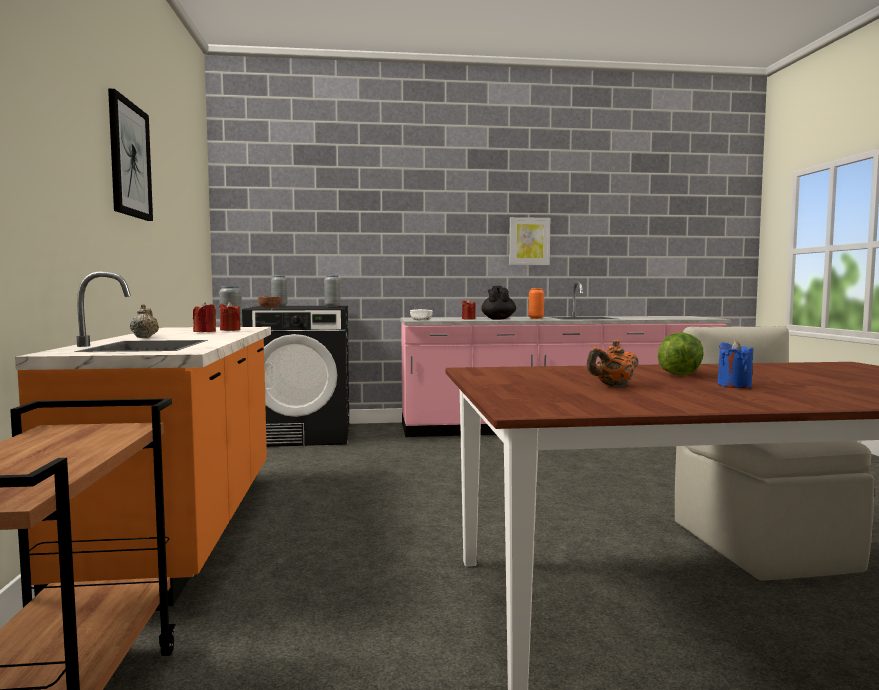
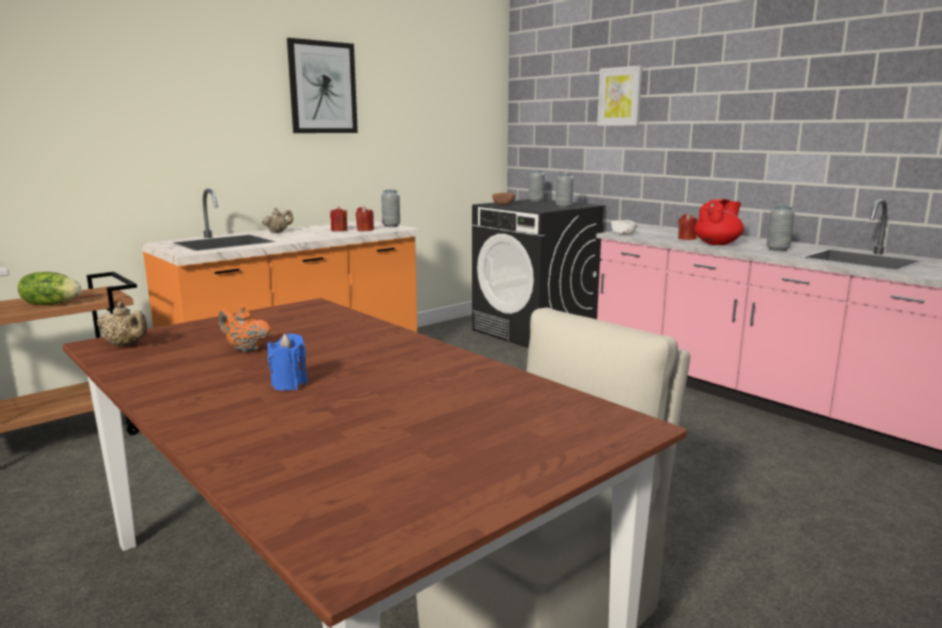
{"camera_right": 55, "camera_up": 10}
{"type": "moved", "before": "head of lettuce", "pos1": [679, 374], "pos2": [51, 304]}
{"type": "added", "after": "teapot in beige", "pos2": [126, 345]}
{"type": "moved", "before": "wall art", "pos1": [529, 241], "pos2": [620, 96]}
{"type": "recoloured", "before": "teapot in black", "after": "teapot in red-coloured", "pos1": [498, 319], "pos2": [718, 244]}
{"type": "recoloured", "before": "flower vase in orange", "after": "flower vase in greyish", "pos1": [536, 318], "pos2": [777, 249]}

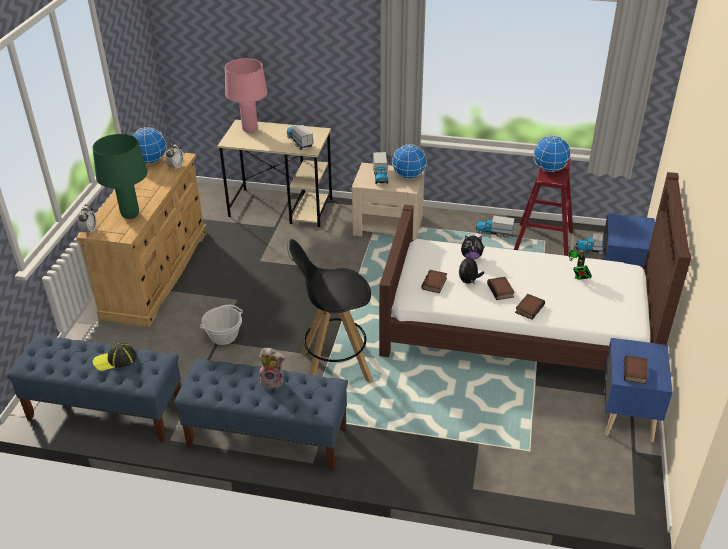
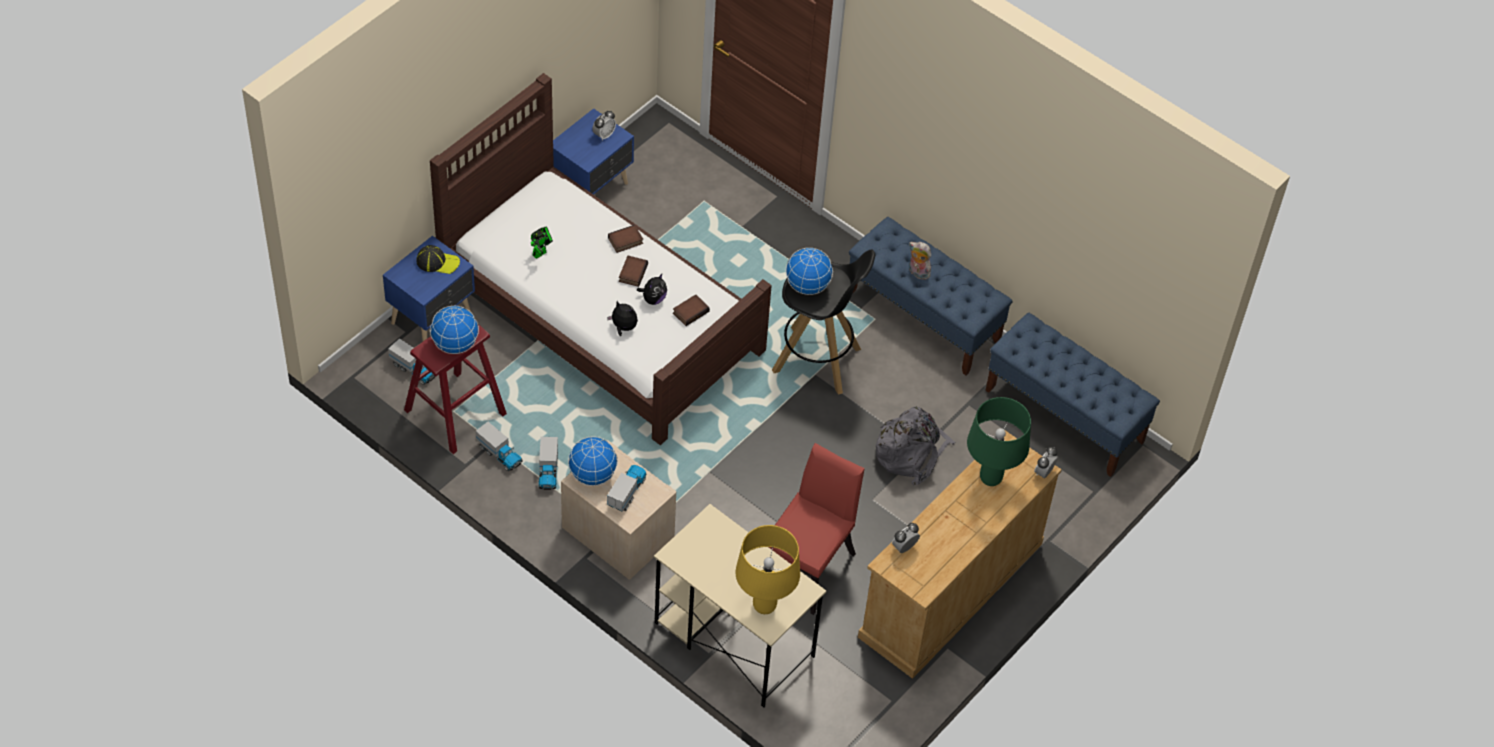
{"camera_right": -155, "camera_up": 15}
{"type": "moved", "before": "cap", "pos1": [115, 360], "pos2": [437, 262]}
{"type": "moved", "before": "toy truck", "pos1": [299, 142], "pos2": [548, 471]}
{"type": "replaced", "before": "volume", "after": "table clock", "pos1": [635, 372], "pos2": [604, 135]}
{"type": "recoloured", "before": "lamp for a table in pinkish", "after": "lamp for a table in yellow", "pos1": [250, 130], "pos2": [764, 605]}
{"type": "added", "after": "chair in red-coloured", "pos2": [807, 562]}
{"type": "moved", "before": "world globe", "pos1": [150, 161], "pos2": [808, 286]}
{"type": "replaced", "before": "storage basket", "after": "rucksack in greyish", "pos1": [224, 336], "pos2": [911, 453]}

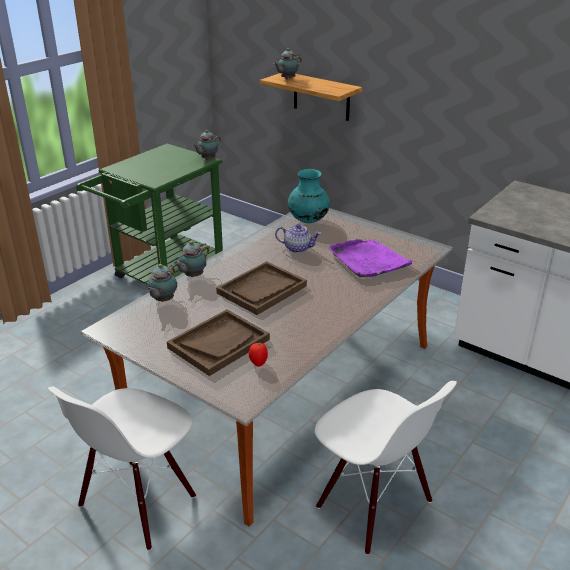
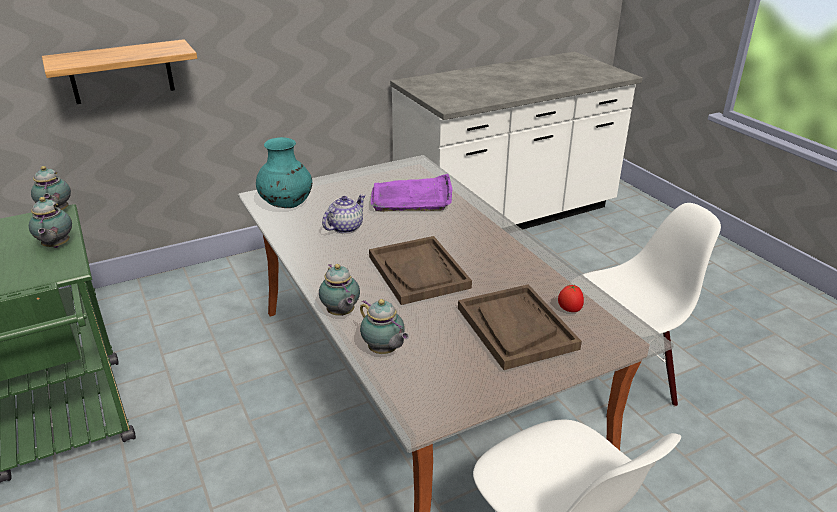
{"camera_right": -65, "camera_up": 0}
{"type": "moved", "before": "teapot", "pos1": [287, 79], "pos2": [56, 246]}

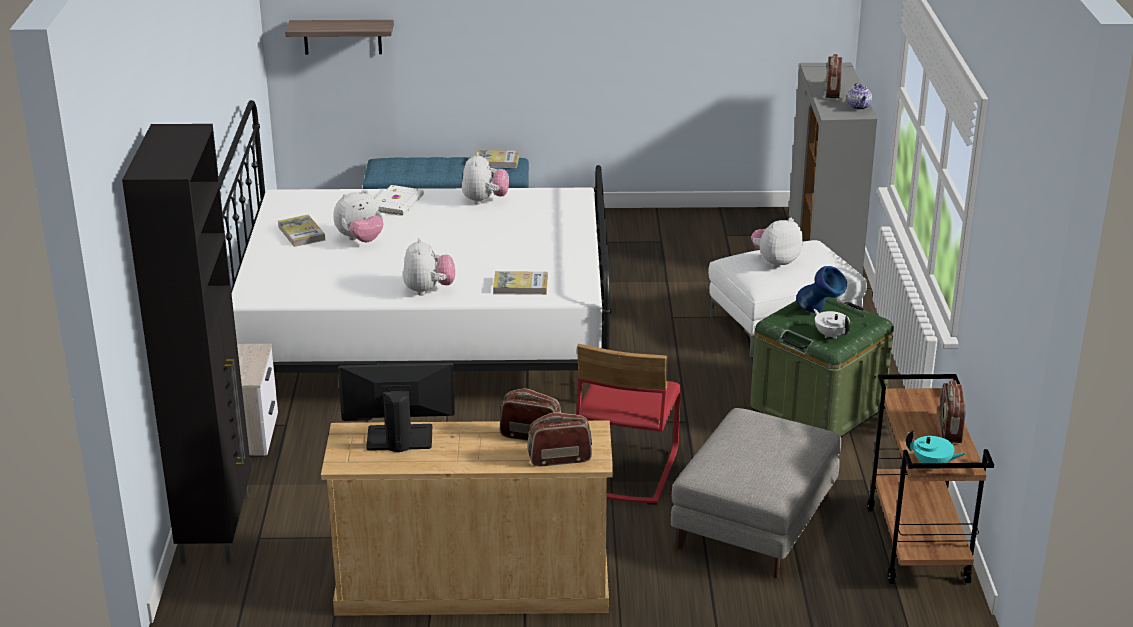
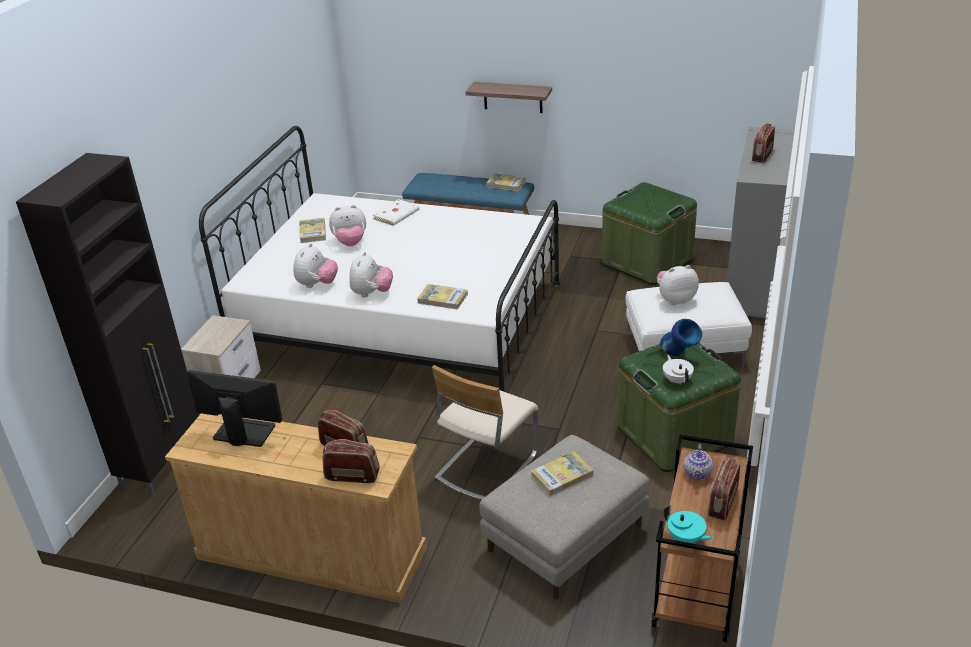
{"camera_right": 20, "camera_up": 5}
{"type": "moved", "before": "plush toy", "pos1": [484, 200], "pos2": [317, 284]}
{"type": "recoloured", "before": "chair in red-coloured", "after": "chair in beige", "pos1": [625, 470], "pos2": [485, 467]}
{"type": "moved", "before": "bracket shelf", "pos1": [342, 37], "pos2": [513, 97]}
{"type": "added", "after": "volume", "pos2": [562, 475]}
{"type": "added", "after": "storage container in greenish", "pos2": [647, 261]}
{"type": "moved", "before": "teapot", "pos1": [859, 107], "pos2": [698, 474]}

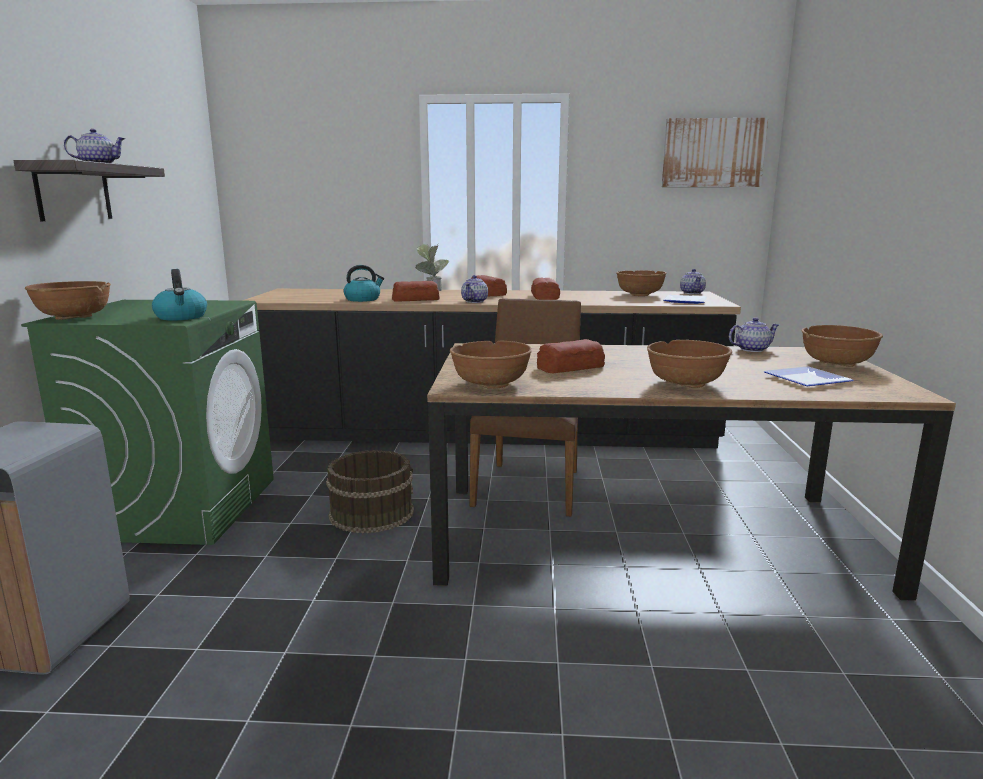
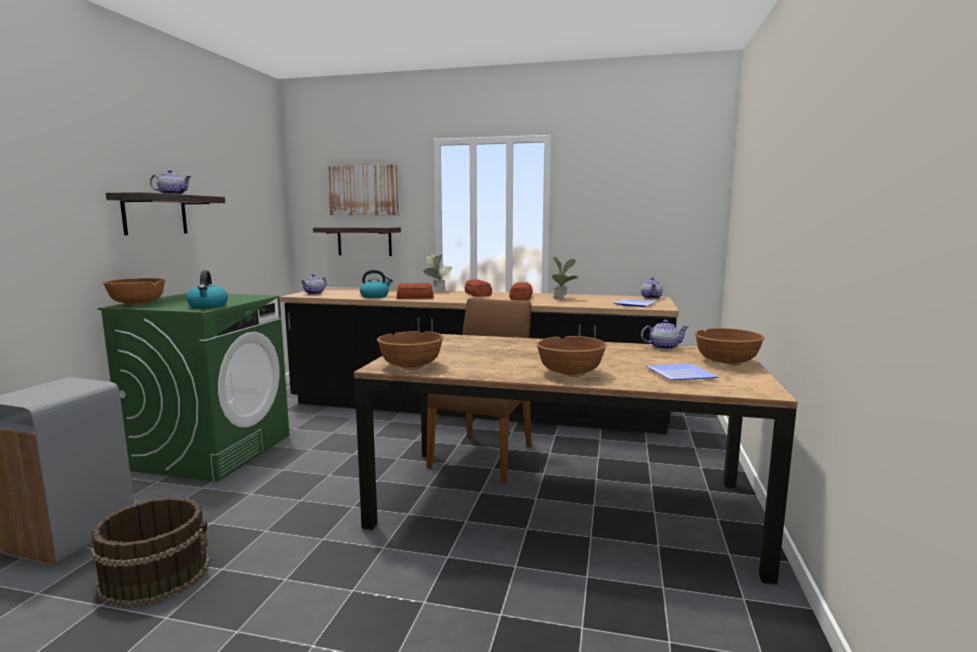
{"camera_right": 10, "camera_up": -5}
{"type": "moved", "before": "water bucket in brown-coloured", "pos1": [371, 513], "pos2": [156, 574]}
{"type": "moved", "before": "teapot", "pos1": [475, 301], "pos2": [314, 293]}
{"type": "added", "after": "bracket shelf", "pos2": [364, 241]}
{"type": "moved", "before": "wall art", "pos1": [713, 153], "pos2": [363, 190]}
{"type": "added", "after": "potted plant", "pos2": [563, 298]}
{"type": "removed", "before": "baked bread", "pos1": [571, 367]}
{"type": "removed", "before": "bowl in brown-coloured", "pos1": [639, 294]}

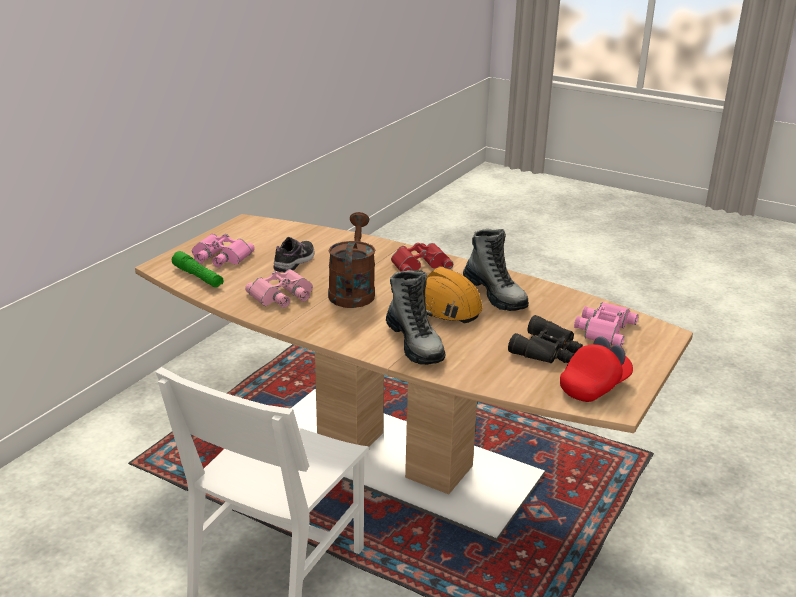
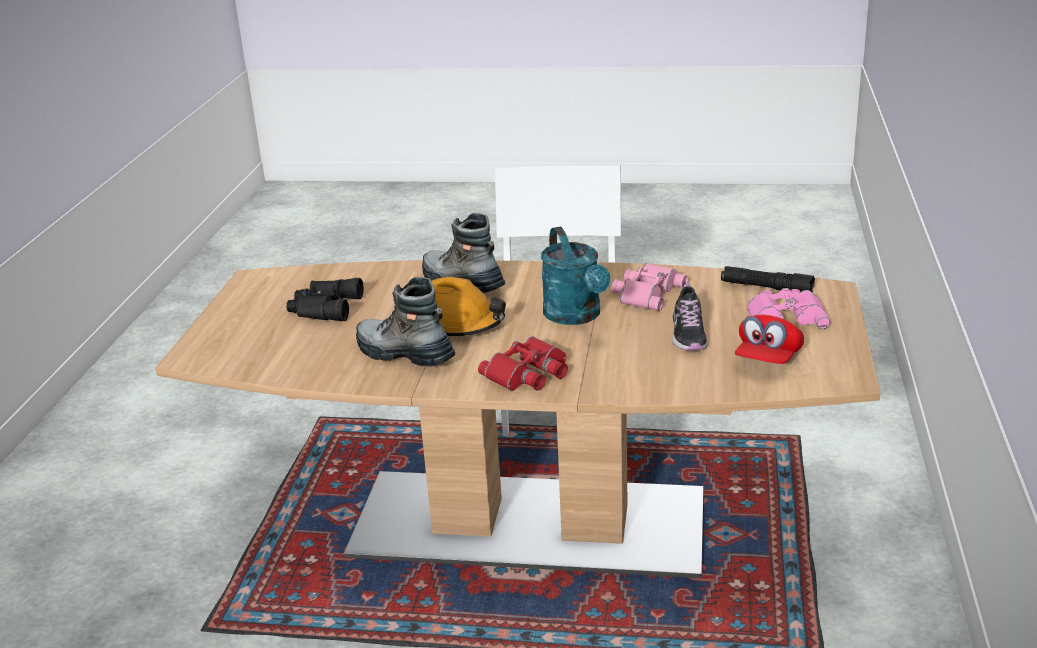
{"camera_right": 160, "camera_up": 0}
{"type": "recoloured", "before": "sprinkling can in brown-coloured", "after": "sprinkling can in turquoise-coloured", "pos1": [352, 291], "pos2": [576, 316]}
{"type": "recoloured", "before": "hand torch in greenish", "after": "hand torch in black", "pos1": [198, 277], "pos2": [766, 288]}
{"type": "moved", "before": "cap in red-coloured", "pos1": [594, 386], "pos2": [768, 359]}
{"type": "removed", "before": "pair of binoculars in pinkish", "pos1": [603, 328]}

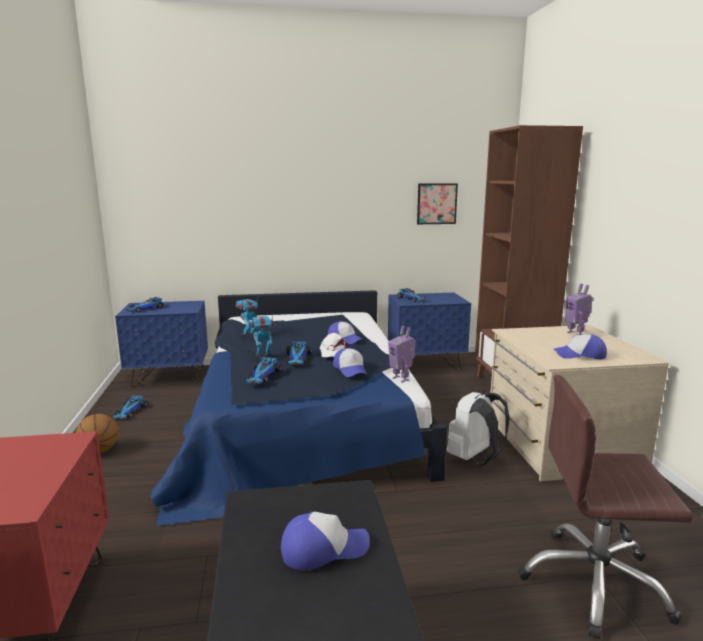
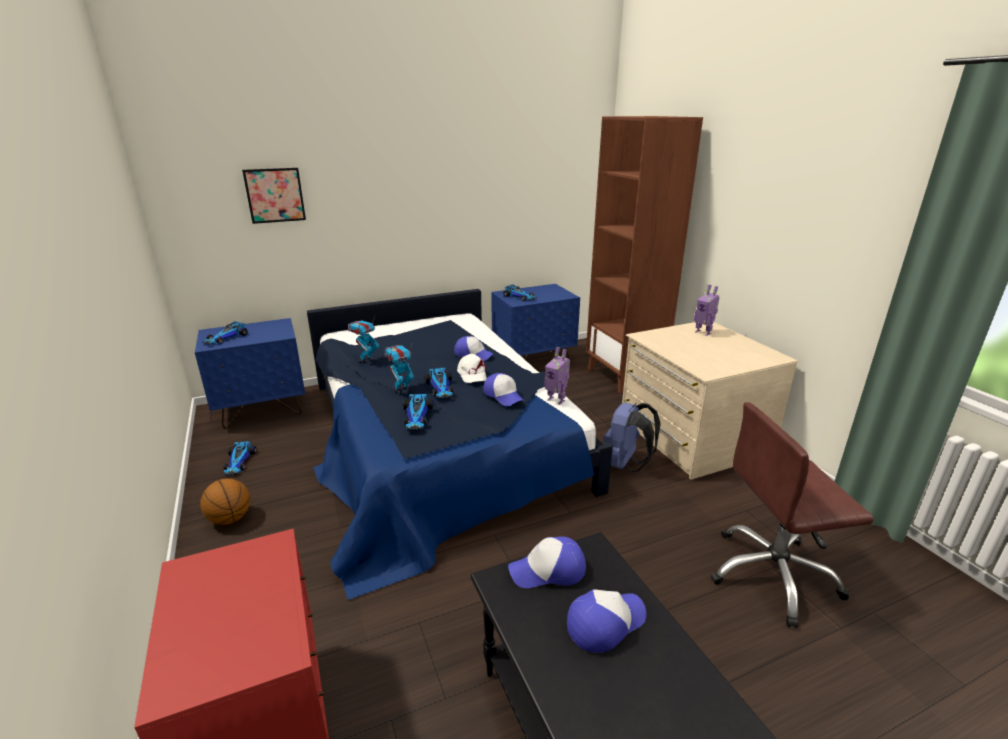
{"camera_right": -15, "camera_up": 10}
{"type": "moved", "before": "wall art", "pos1": [436, 203], "pos2": [275, 195]}
{"type": "moved", "before": "cap", "pos1": [580, 355], "pos2": [548, 571]}
{"type": "recoloured", "before": "rucksack in white", "after": "rucksack in blue-coloured", "pos1": [474, 459], "pos2": [624, 465]}

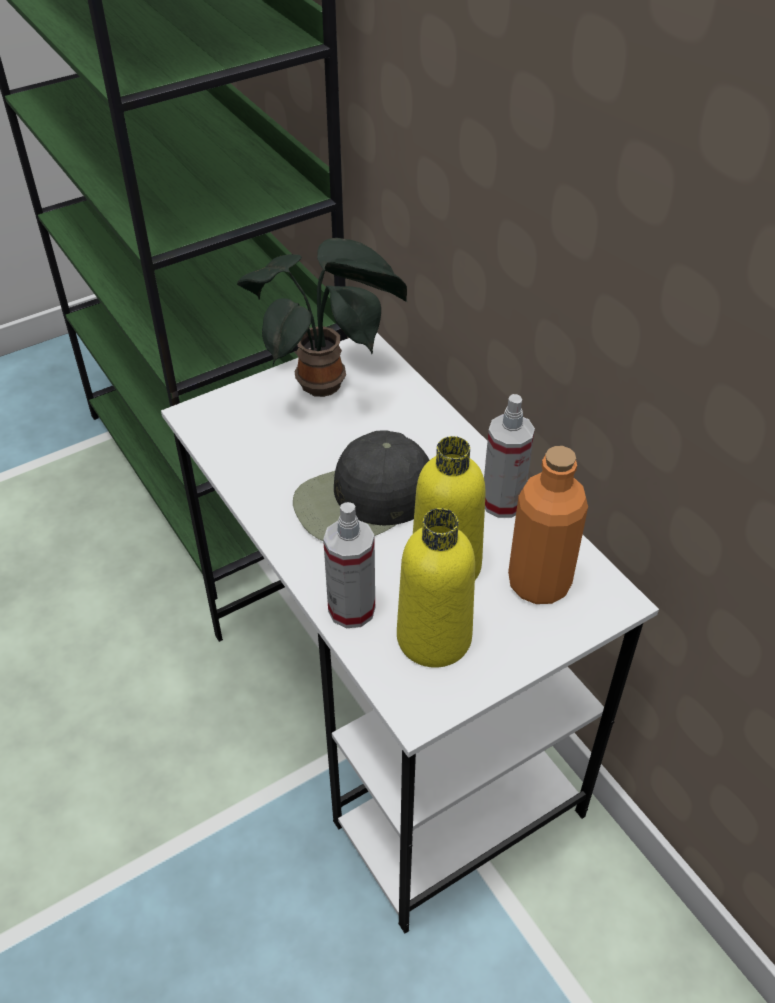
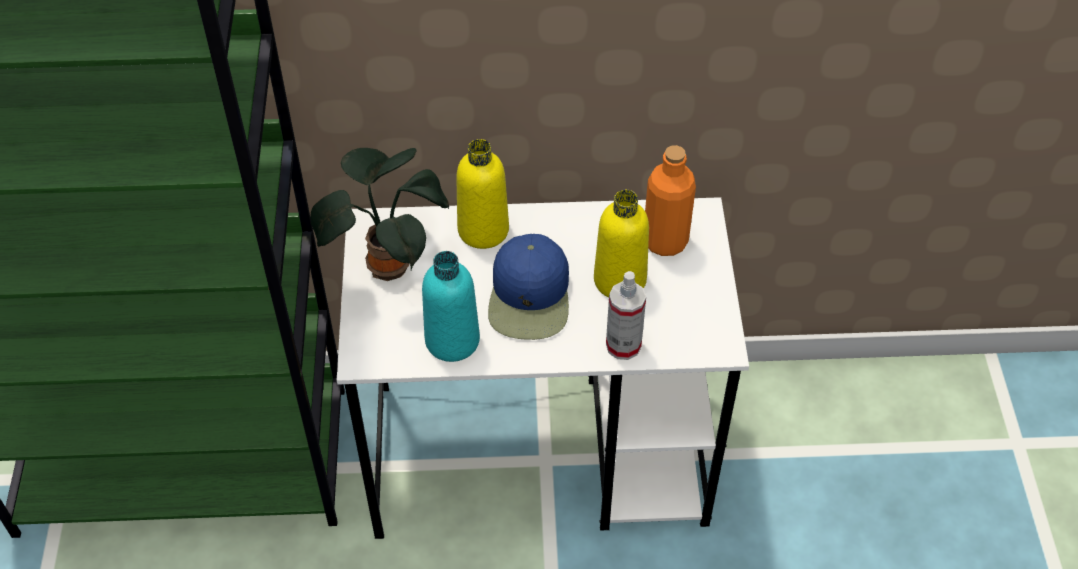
{"camera_right": -60, "camera_up": 5}
{"type": "added", "after": "beverage bottle in turquoise-coloured", "pos2": [452, 340]}
{"type": "moved", "before": "beverage bottle in yellow", "pos1": [434, 638], "pos2": [483, 230]}
{"type": "recoloured", "before": "cap in black", "after": "cap in blue-coloured", "pos1": [363, 501], "pos2": [530, 297]}
{"type": "removed", "before": "hand sprayer", "pos1": [503, 502]}

